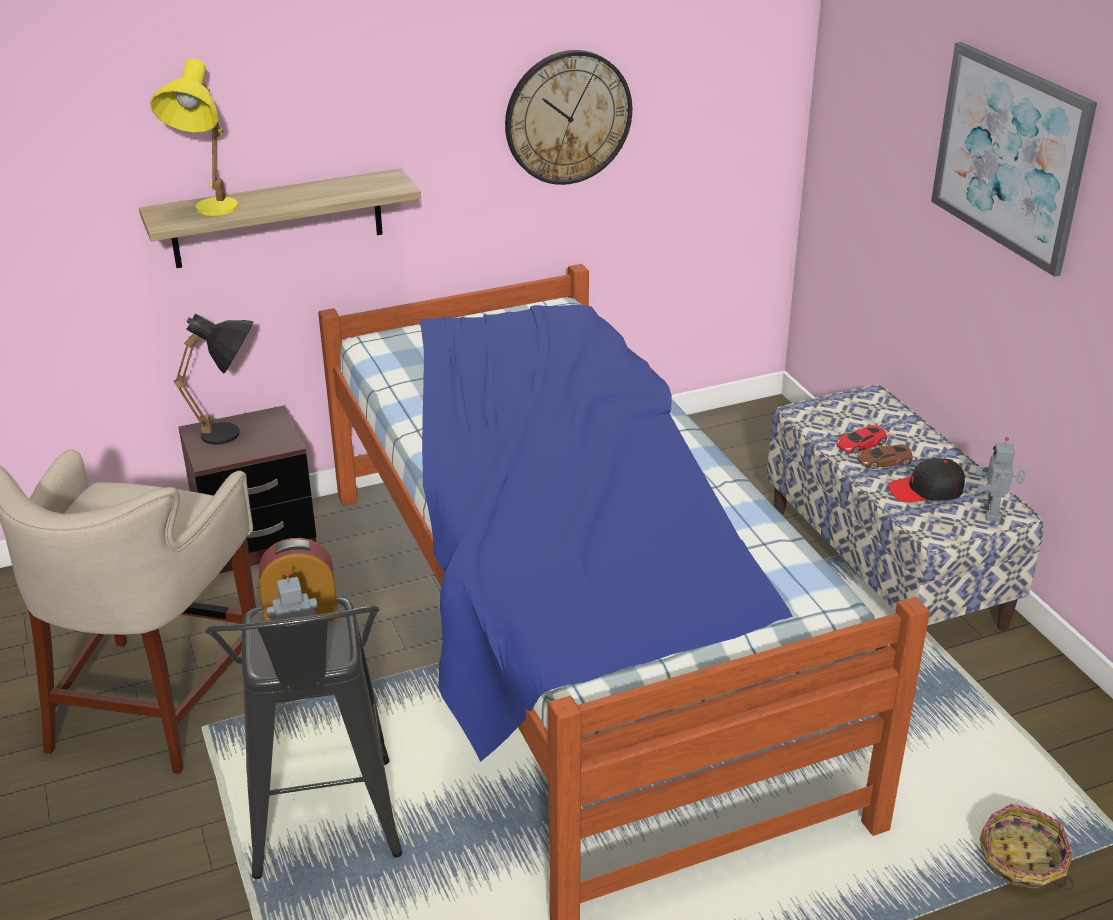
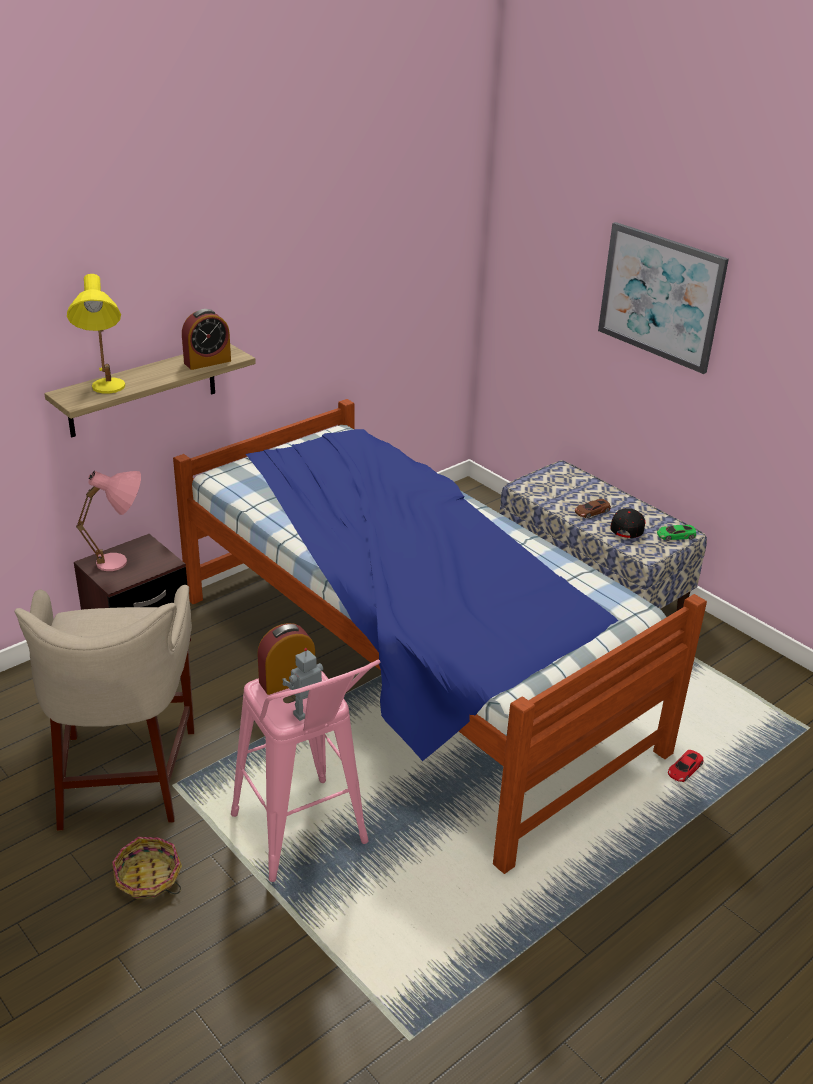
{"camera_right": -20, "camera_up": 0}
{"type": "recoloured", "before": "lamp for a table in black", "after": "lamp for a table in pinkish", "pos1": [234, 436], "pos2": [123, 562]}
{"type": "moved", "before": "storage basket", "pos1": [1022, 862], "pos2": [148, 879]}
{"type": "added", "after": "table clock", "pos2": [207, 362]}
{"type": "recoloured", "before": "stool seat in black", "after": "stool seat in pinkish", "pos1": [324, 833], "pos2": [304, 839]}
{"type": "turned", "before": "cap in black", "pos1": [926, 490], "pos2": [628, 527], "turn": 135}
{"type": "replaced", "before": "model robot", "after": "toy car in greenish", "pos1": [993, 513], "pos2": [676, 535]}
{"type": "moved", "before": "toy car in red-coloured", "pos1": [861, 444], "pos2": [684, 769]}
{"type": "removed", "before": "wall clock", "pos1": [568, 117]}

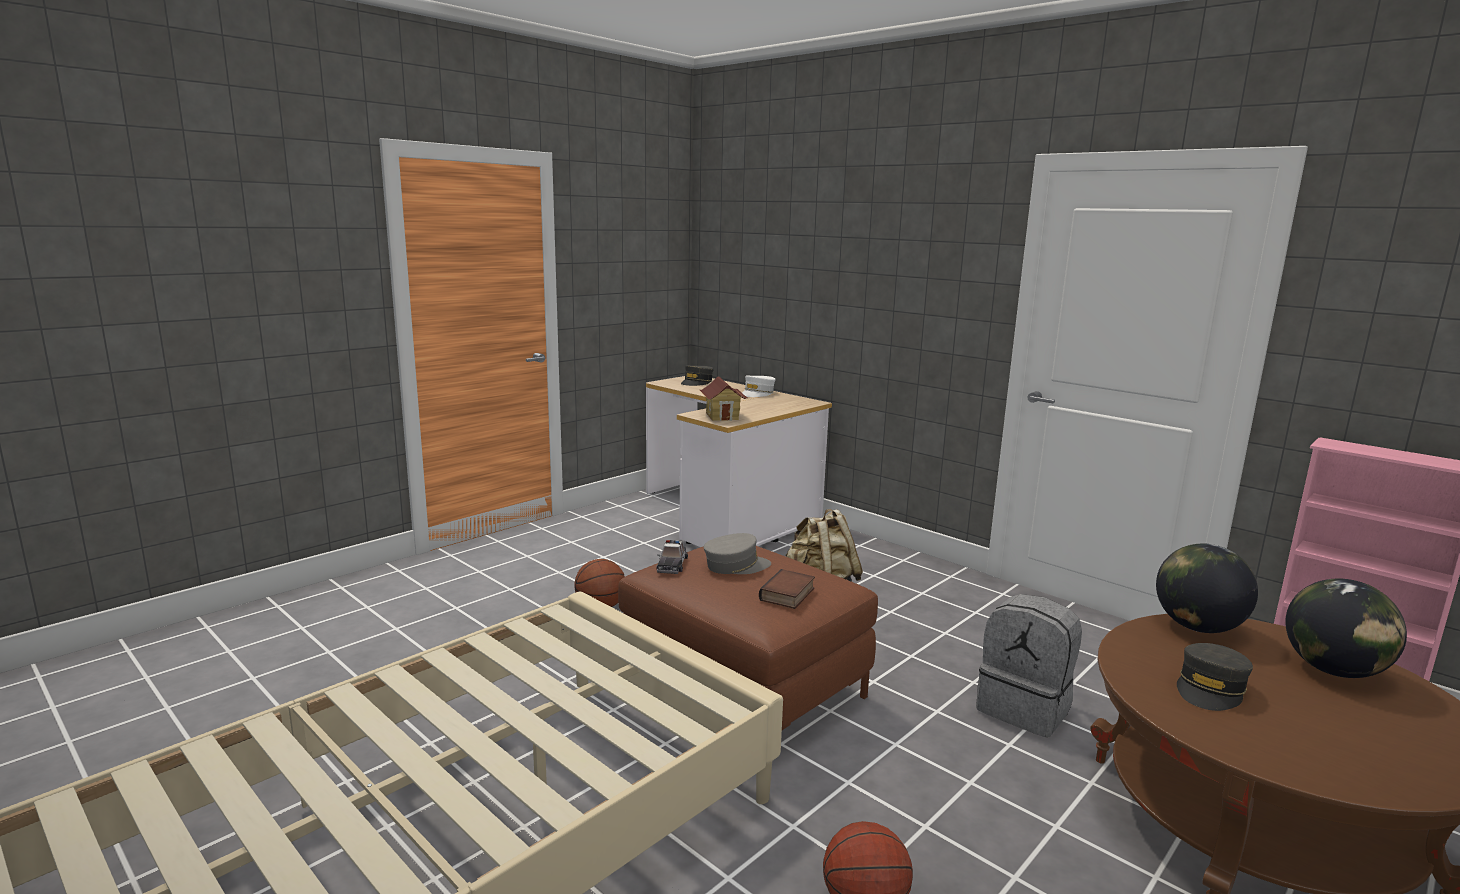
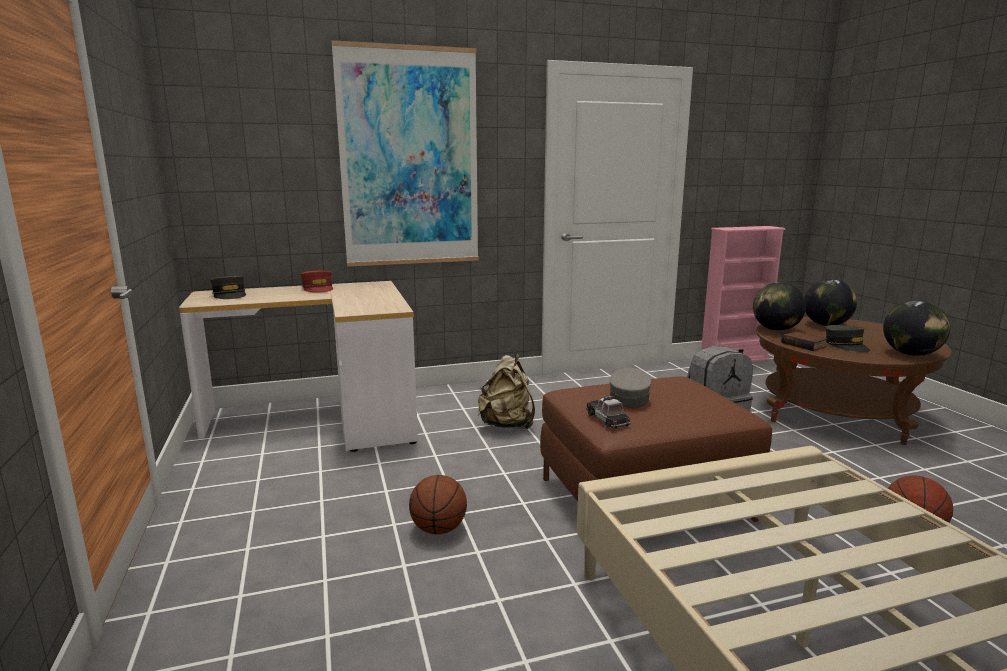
{"camera_right": -60, "camera_up": 0}
{"type": "recoloured", "before": "cap in white", "after": "cap in red-coloured", "pos1": [757, 393], "pos2": [318, 288]}
{"type": "added", "after": "wall art", "pos2": [410, 158]}
{"type": "turned", "before": "toy car", "pos1": [671, 564], "pos2": [607, 418], "turn": -150}
{"type": "moved", "before": "volume", "pos1": [788, 595], "pos2": [804, 345]}
{"type": "added", "after": "world globe", "pos2": [911, 354]}
{"type": "removed", "before": "model house", "pos1": [722, 416]}

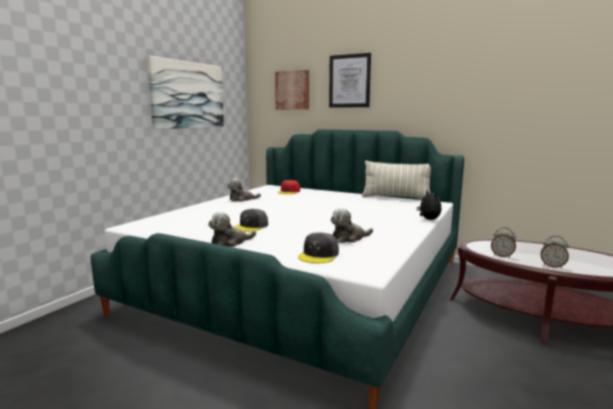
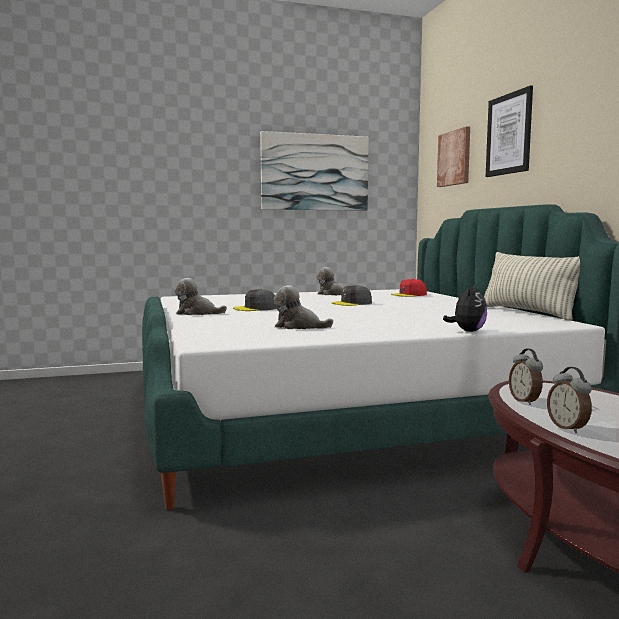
{"camera_right": 45, "camera_up": -5}
{"type": "moved", "before": "cap in greyish", "pos1": [319, 255], "pos2": [352, 303]}

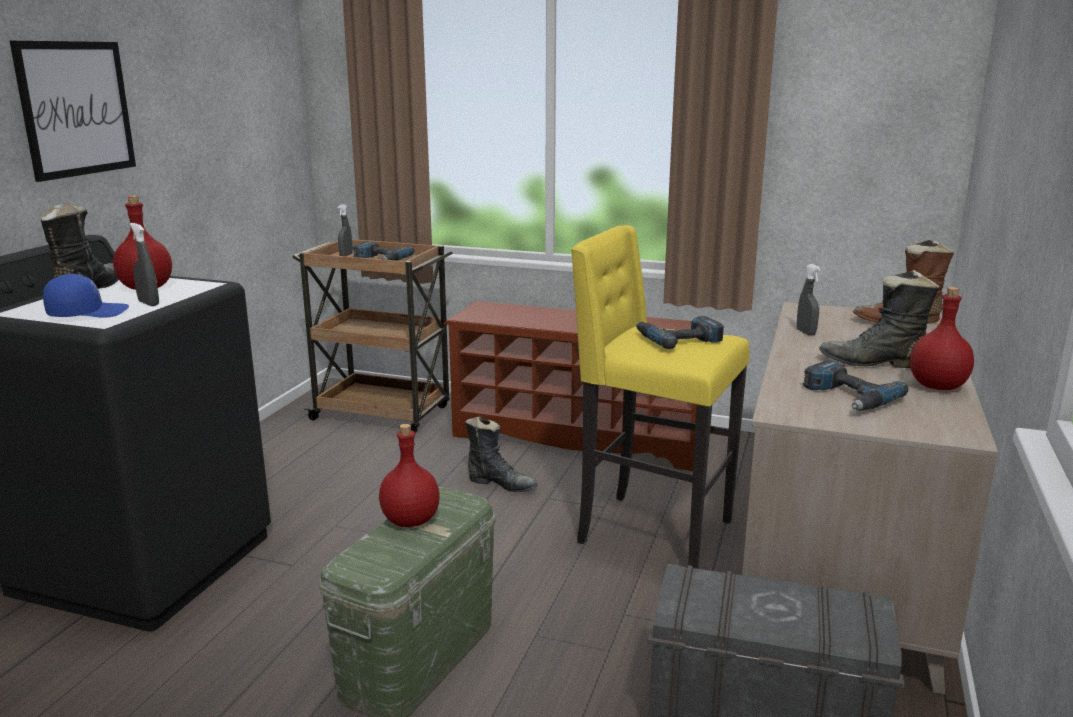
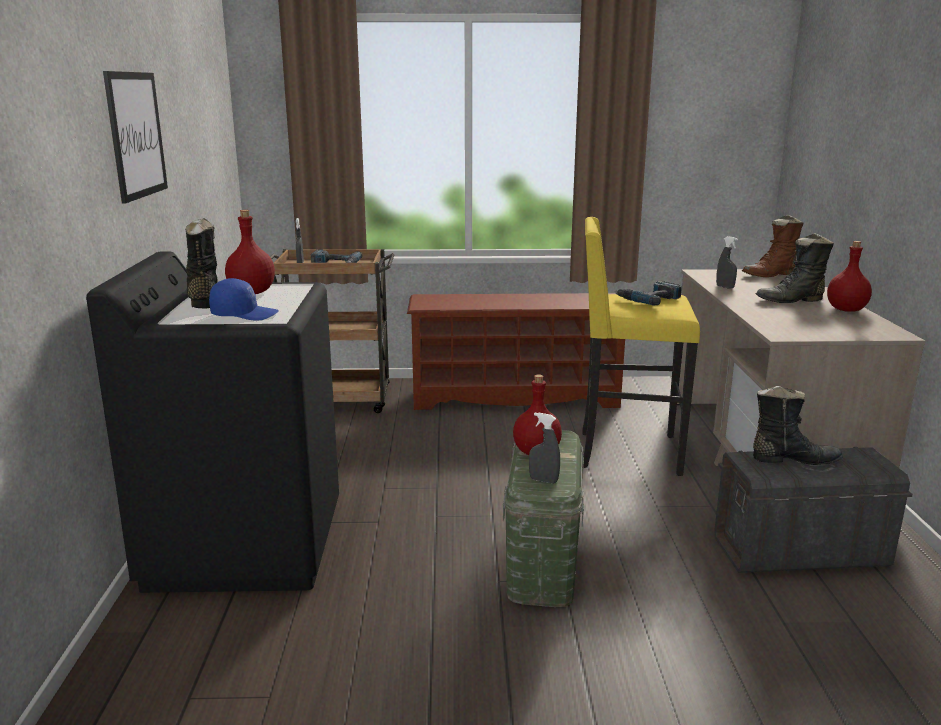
{"camera_right": -20, "camera_up": 0}
{"type": "turned", "before": "cap in blue-coloured", "pos1": [88, 313], "pos2": [244, 314], "turn": 45}
{"type": "moved", "before": "hand sprayer in greyish", "pos1": [148, 303], "pos2": [543, 480]}
{"type": "moved", "before": "tall boot in black", "pos1": [501, 484], "pos2": [793, 460]}
{"type": "removed", "before": "drill", "pos1": [847, 397]}

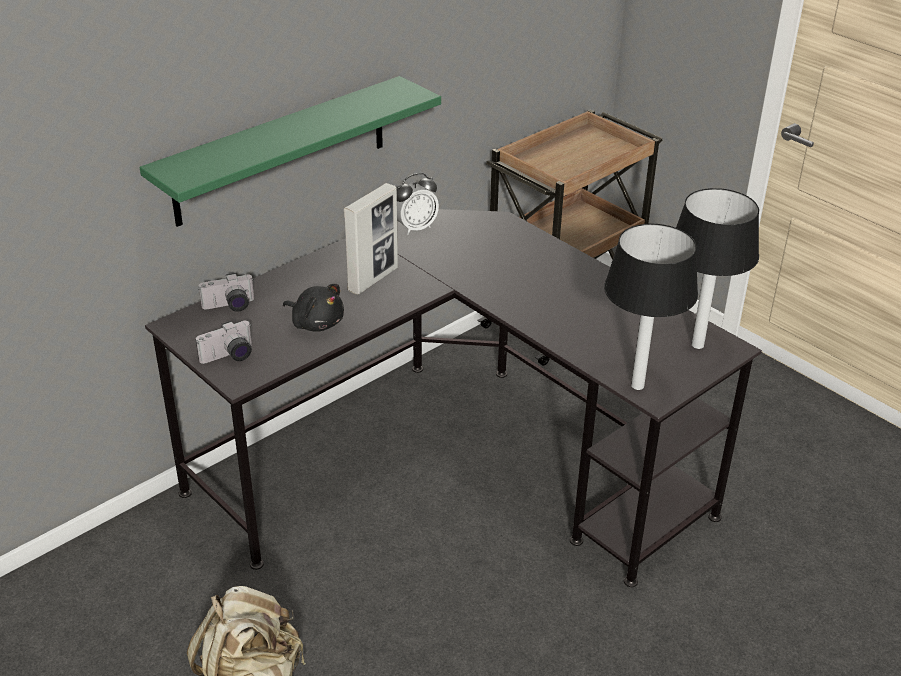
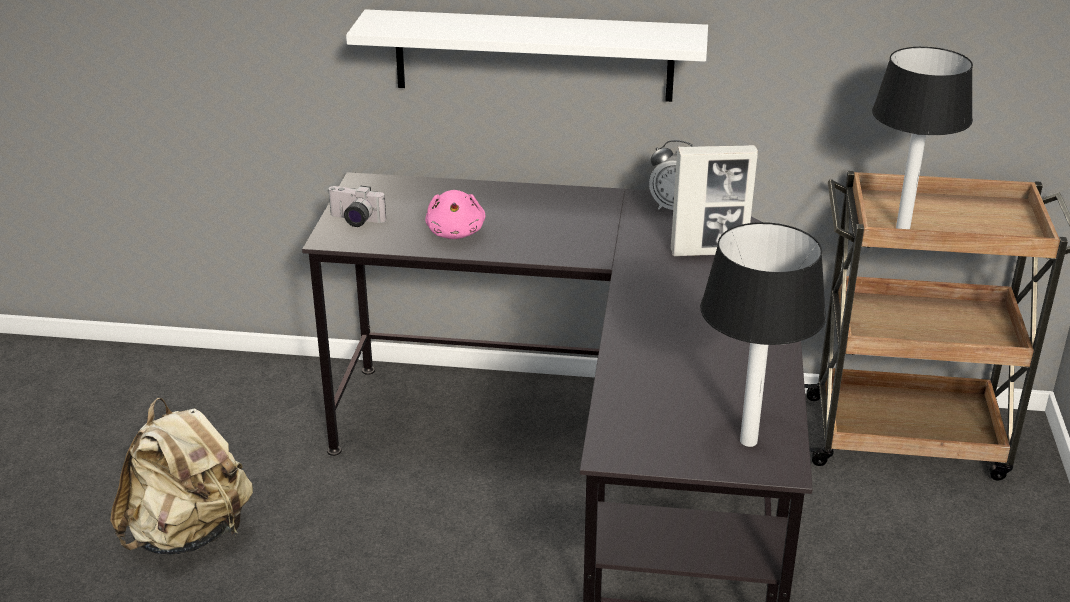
{"camera_right": 50, "camera_up": -5}
{"type": "recoloured", "before": "bracket shelf in greenish", "after": "bracket shelf in white", "pos1": [281, 151], "pos2": [533, 55]}
{"type": "recoloured", "before": "plush toy in black", "after": "plush toy in pinkish", "pos1": [316, 323], "pos2": [456, 232]}
{"type": "moved", "before": "photo frame", "pos1": [373, 279], "pos2": [709, 252]}
{"type": "moved", "before": "lamp for a table", "pos1": [637, 386], "pos2": [902, 228]}
{"type": "removed", "before": "still camera", "pos1": [229, 307]}

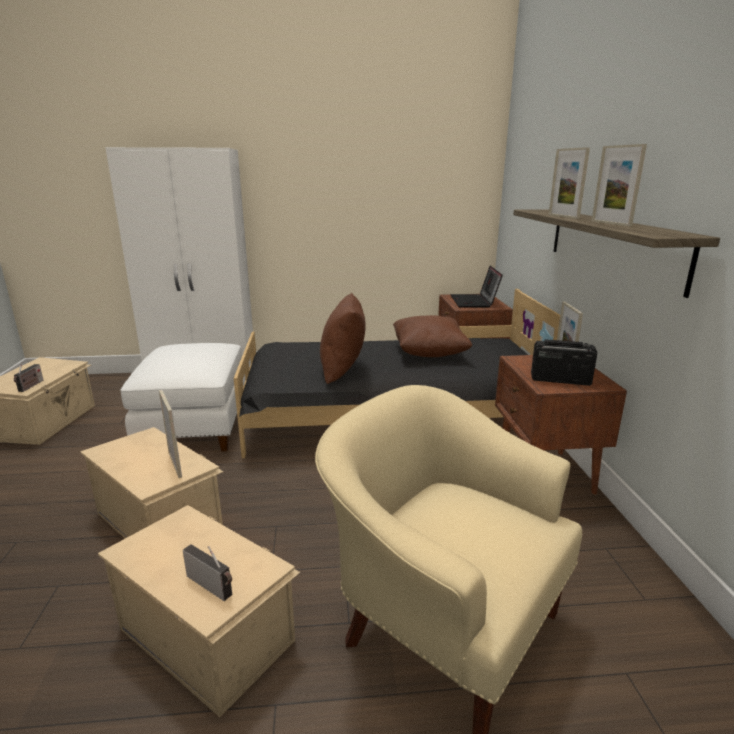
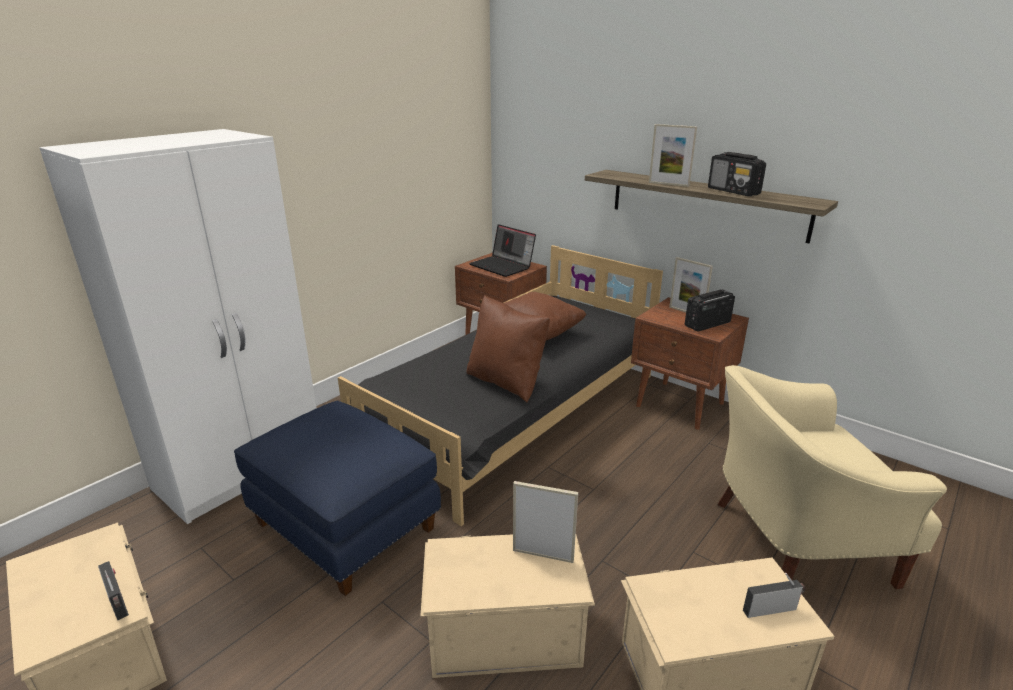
{"camera_right": -45, "camera_up": 5}
{"type": "recoloured", "before": "ottoman in white", "after": "ottoman in blue-coloured", "pos1": [196, 427], "pos2": [347, 525]}
{"type": "replaced", "before": "photo frame", "after": "radio", "pos1": [610, 223], "pos2": [733, 191]}

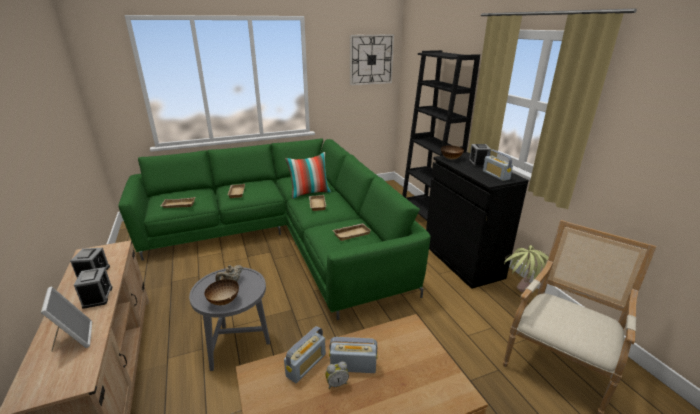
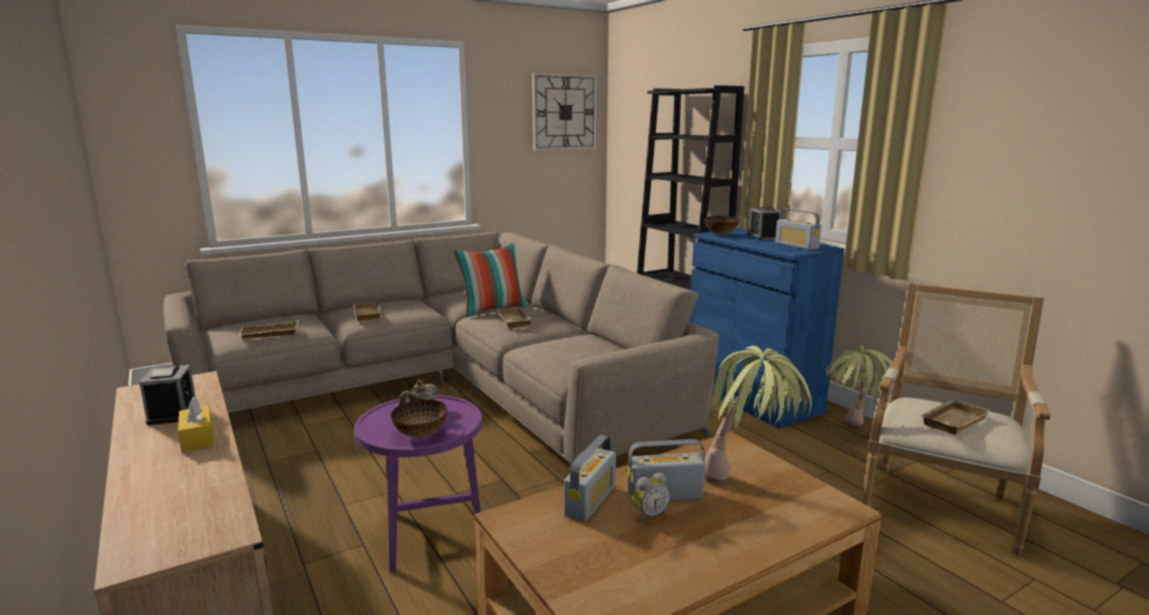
{"camera_right": -10, "camera_up": -10}
{"type": "recoloured", "before": "sofa in greenish", "after": "sofa in beige", "pos1": [285, 237], "pos2": [451, 388]}
{"type": "replaced", "before": "table clock", "after": "tissue box in yellow", "pos1": [97, 297], "pos2": [197, 438]}
{"type": "recoloured", "before": "accent table in greyish", "after": "accent table in purple", "pos1": [238, 345], "pos2": [427, 533]}
{"type": "recoloured", "before": "storage cabinet in black", "after": "storage cabinet in blue-coloured", "pos1": [462, 260], "pos2": [752, 397]}
{"type": "added", "after": "potted plant", "pos2": [748, 483]}
{"type": "moved", "before": "tray in beige", "pos1": [351, 233], "pos2": [952, 420]}
{"type": "removed", "before": "photo frame", "pos1": [74, 339]}

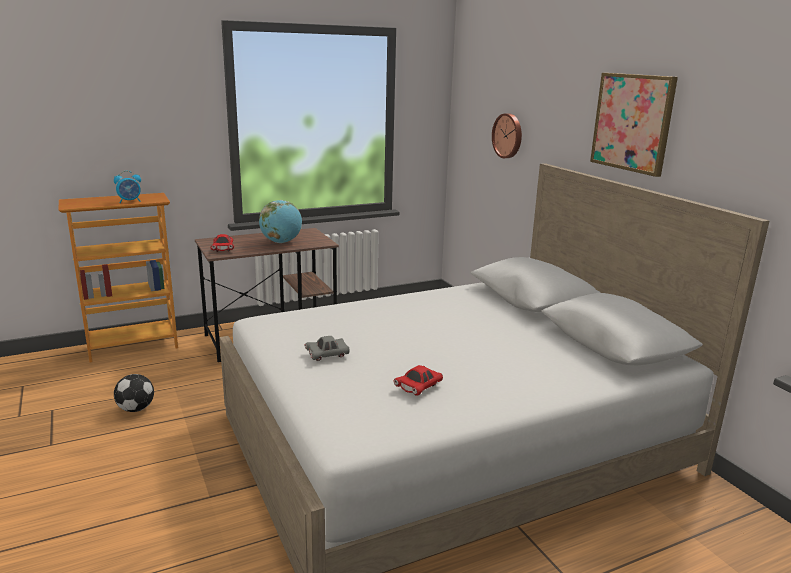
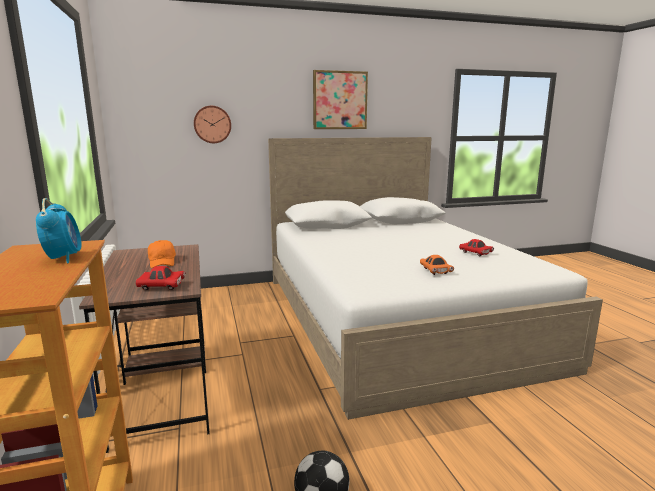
{"camera_right": -80, "camera_up": -5}
{"type": "replaced", "before": "world globe", "after": "cap in orange", "pos1": [281, 242], "pos2": [162, 262]}
{"type": "recoloured", "before": "toy car in greyish", "after": "toy car in orange", "pos1": [327, 356], "pos2": [435, 271]}

